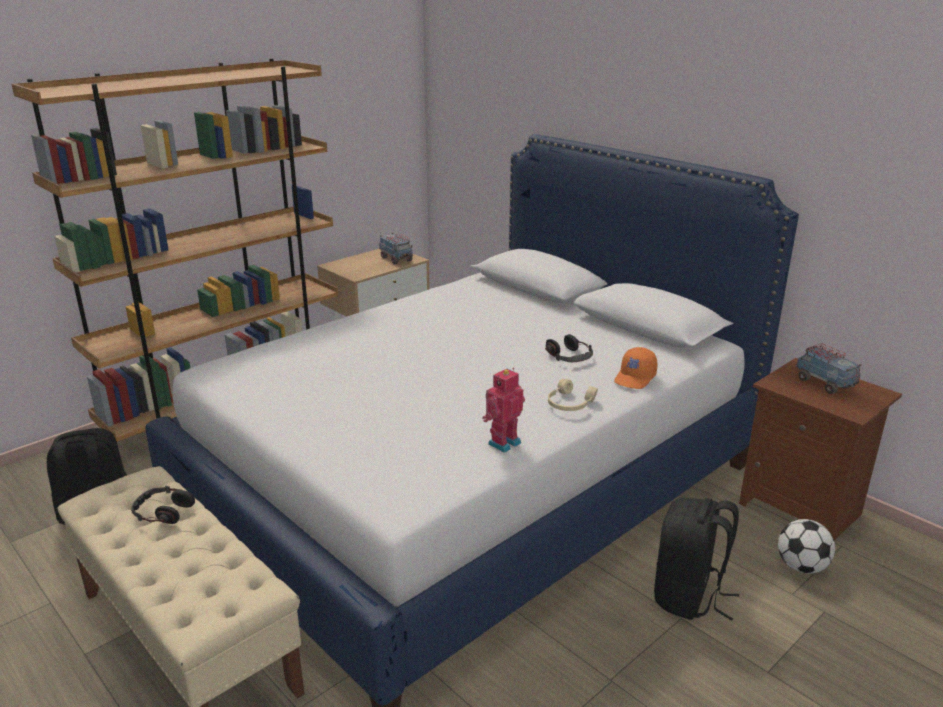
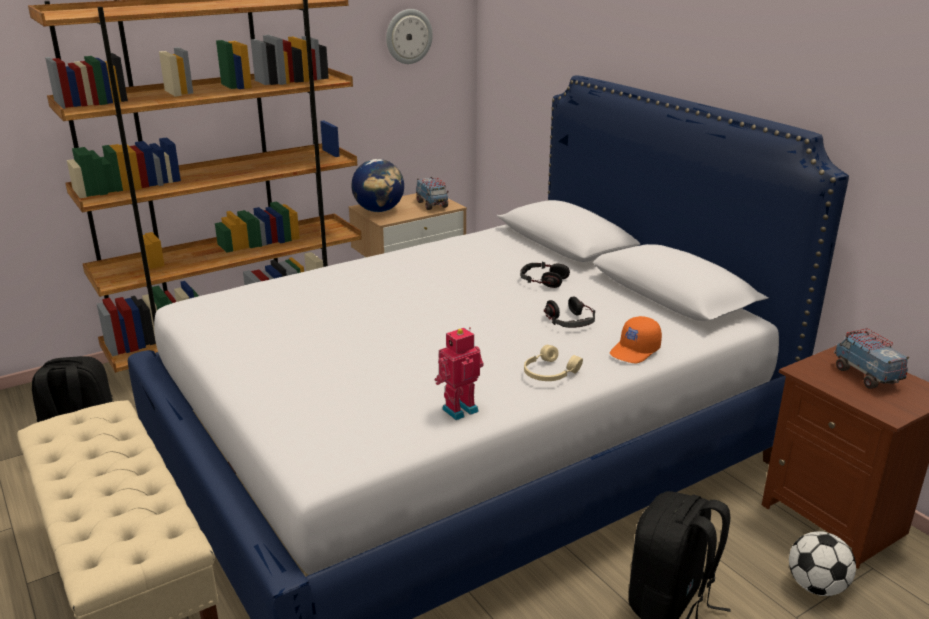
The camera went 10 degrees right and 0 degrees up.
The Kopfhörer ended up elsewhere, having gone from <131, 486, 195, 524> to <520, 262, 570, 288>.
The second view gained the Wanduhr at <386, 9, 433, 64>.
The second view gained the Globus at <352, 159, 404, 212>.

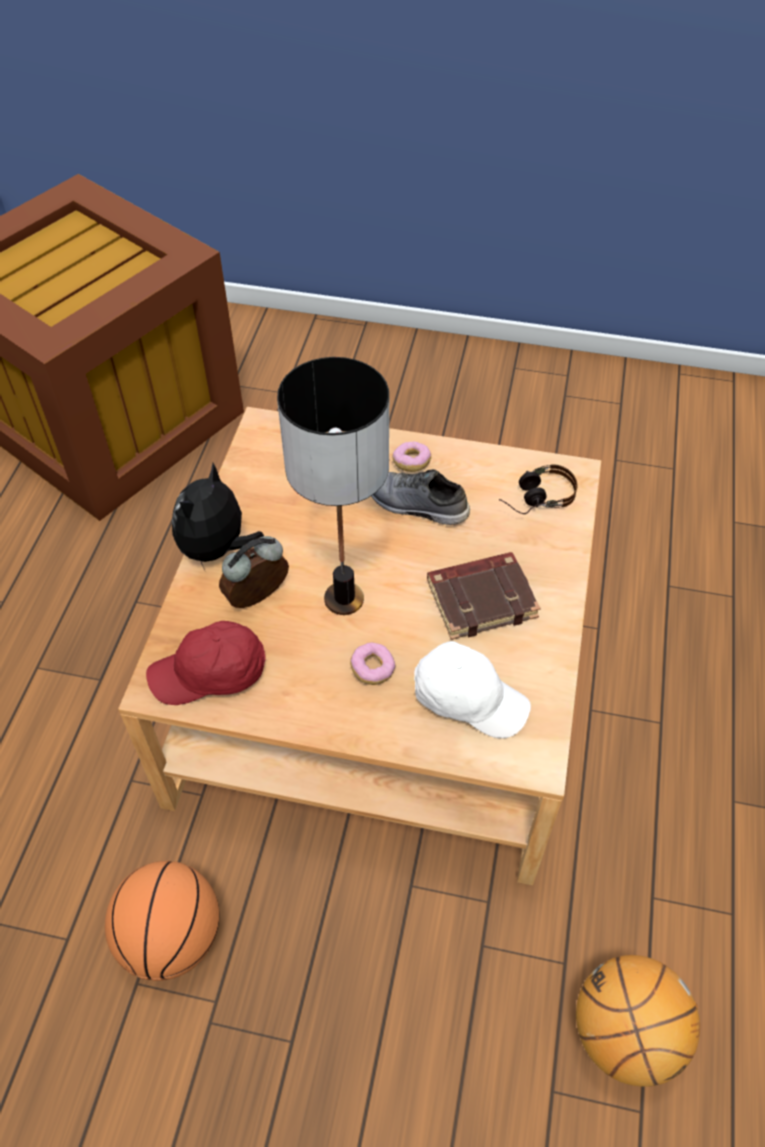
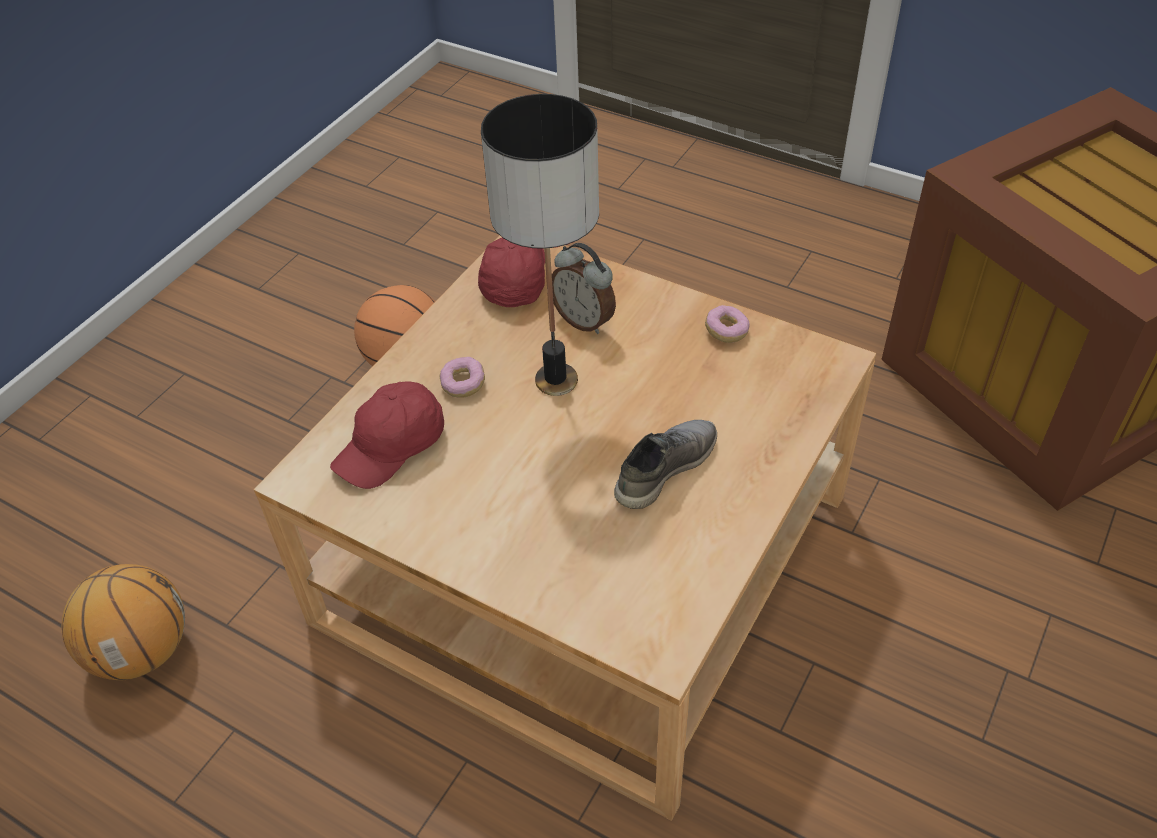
The camera went 110 degrees right and 5 degrees down.
The Donut ended up elsewhere, having gone from <393, 442, 431, 472> to <705, 305, 750, 343>.
The second view lost the Plüschtier at <172, 463, 264, 572>.
The second view lost the Kopfhörer at <499, 464, 578, 514>.
The Wecker at <219, 536, 289, 608> ended up facing another way, 150 degrees clockwise from before.
The second view lost the Buch/braun at <427, 552, 541, 640>.
What was the Kappe/weiß at <414, 641, 531, 738> turned into the Kappe/rot at <330, 381, 444, 489>.

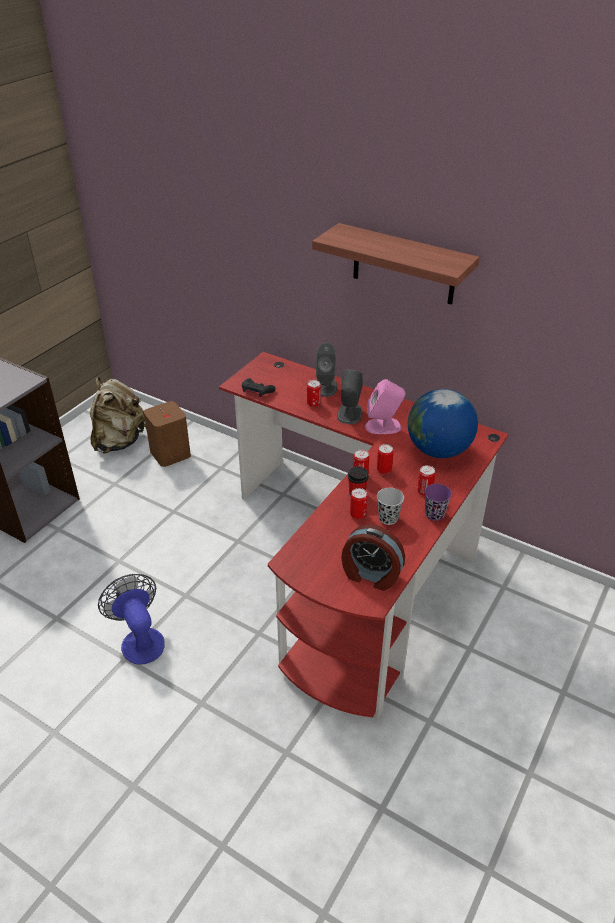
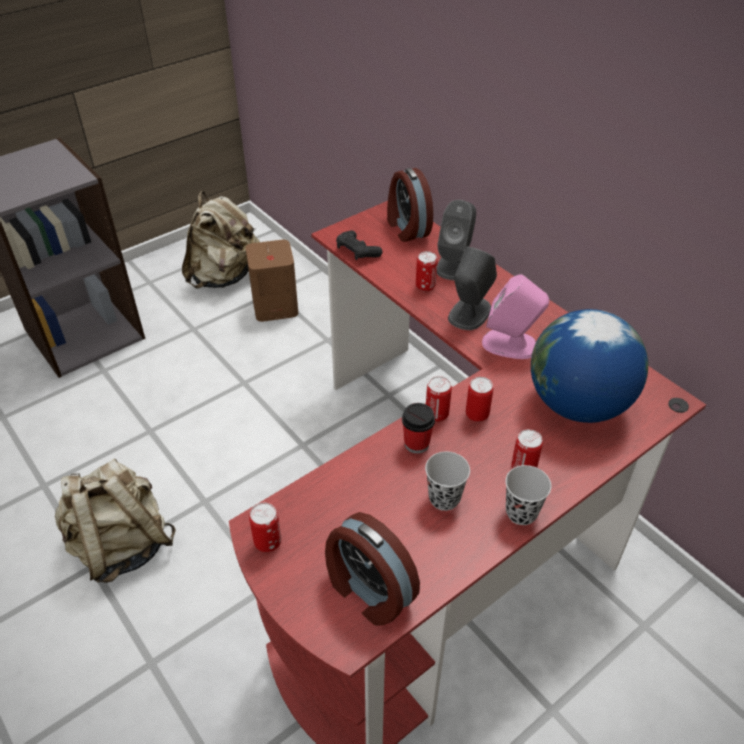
The camera went 20 degrees right and 5 degrees up.
The second view lost the Wandregal at <312, 223, 480, 305>.
What was the Tasse/lila at <424, 484, 452, 521> turned into the Tasse/schwarz at <505, 465, 551, 525>.
The Dose ended up elsewhere, having gone from <350, 488, 368, 520> to <249, 503, 281, 552>.
Where the Ventilator stood at <98, 574, 165, 665>, the Rucksack/beige came to stand at <55, 459, 176, 583>.
The second view gained the Wecker at <387, 168, 433, 242>.

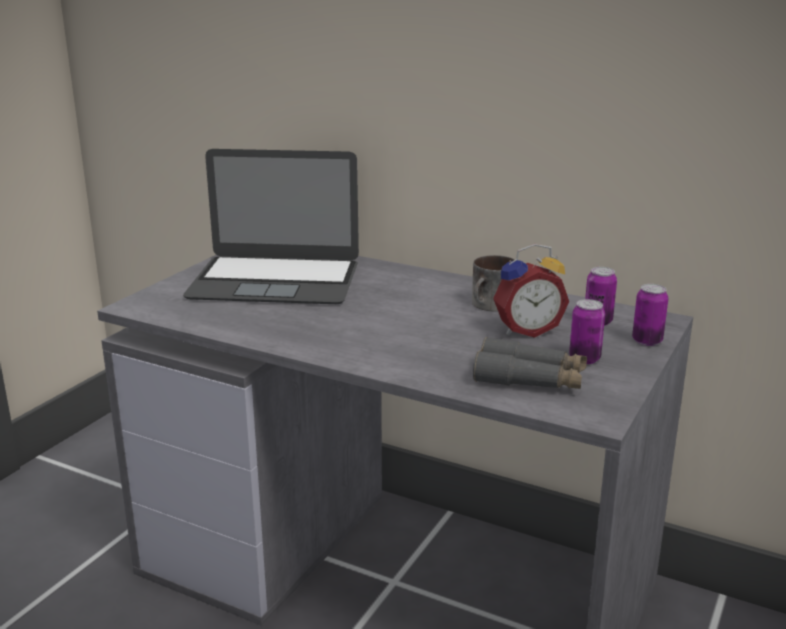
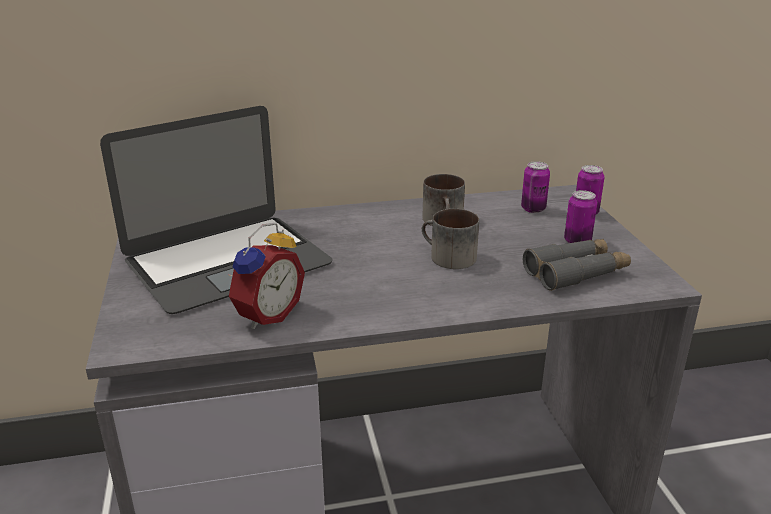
The camera went 40 degrees left and 5 degrees up.
The Wecker ended up elsewhere, having gone from <493, 244, 569, 338> to <228, 222, 305, 329>.
The second view gained the Henkelbecher at <422, 209, 479, 269>.

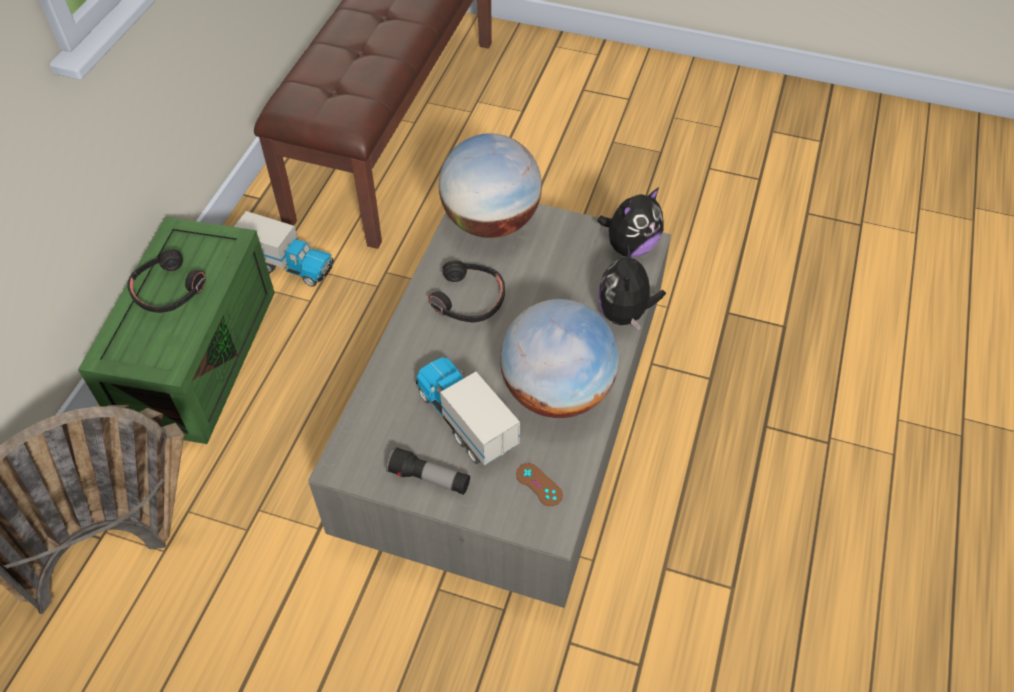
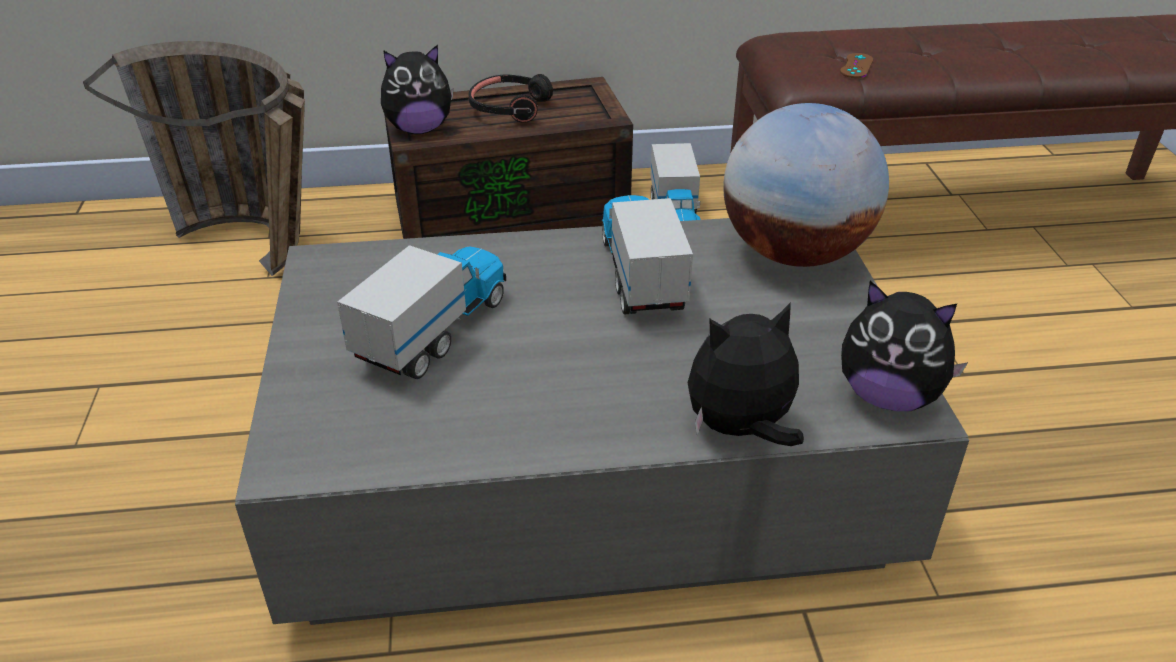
The camera went 65 degrees right and 15 degrees down.
What was the Aufbewahrungsbox/grün at <78, 217, 275, 444> turned into the Aufbewahrungsbox/braun at <384, 77, 633, 239>.
Where the Kopfhörer/schwarz stood at <429, 260, 505, 323>, the Spielzeuglaster came to stand at <602, 195, 693, 315>.
The second view lost the Globus at <500, 299, 619, 418>.
The second view lost the Taschenlampe at <386, 447, 470, 495>.
The Gamepad/braun ended up elsewhere, having gone from <516, 463, 563, 506> to <840, 53, 873, 78>.
The second view gained the Plüschtier at <381, 45, 454, 134>.

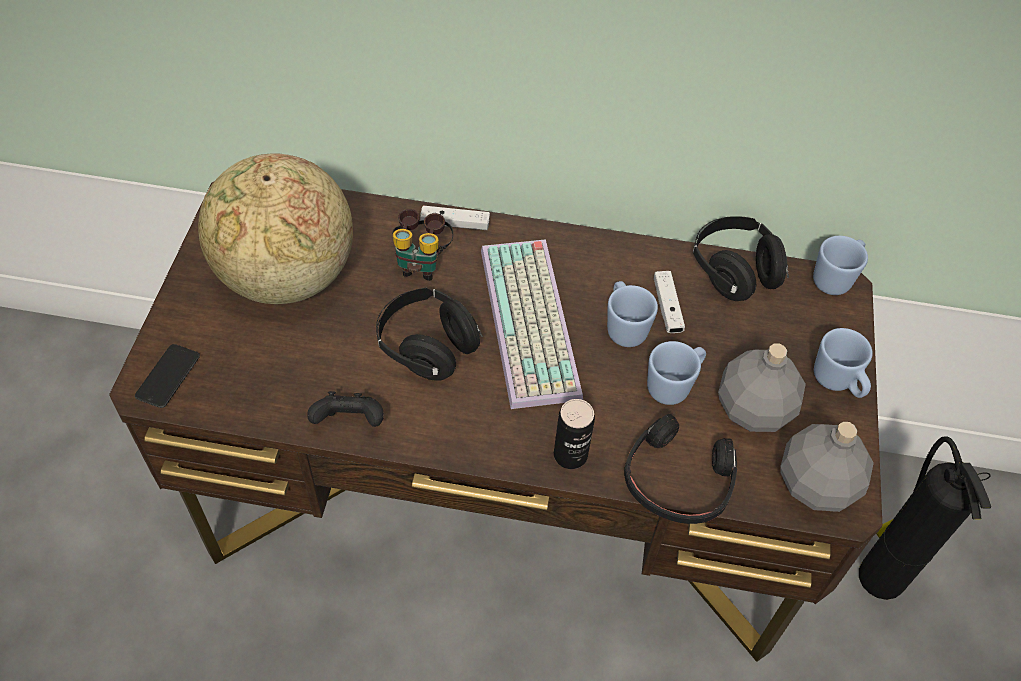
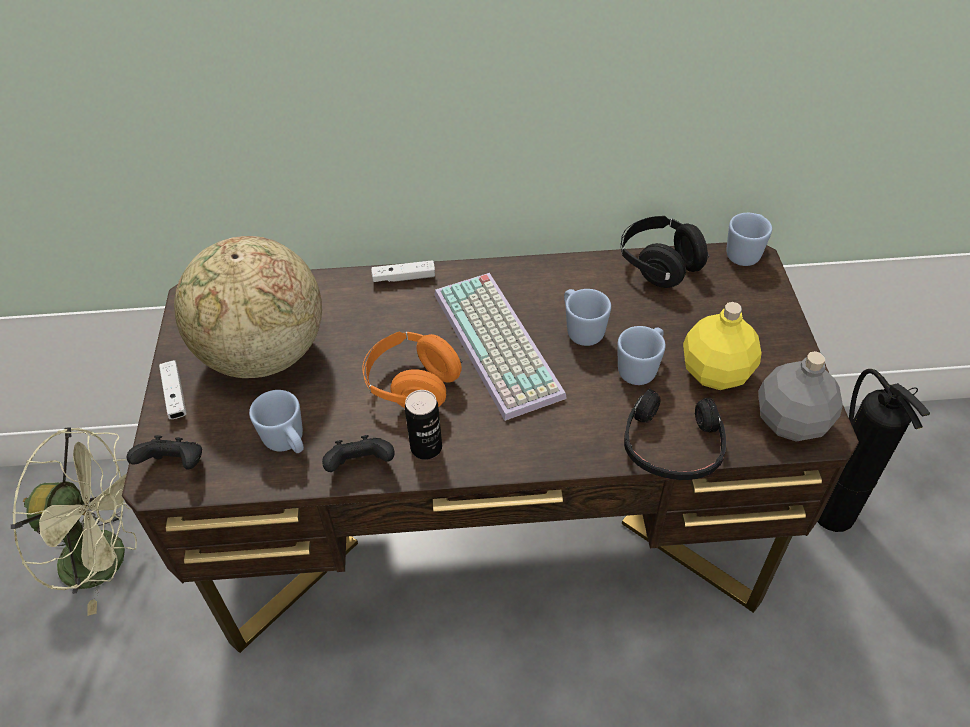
The camera went 10 degrees left and 5 degrees down.
The second view lost the Fernglas at <393, 209, 453, 281>.
The Gamepad/weiß ended up elsewhere, having gone from <654, 271, 685, 333> to <159, 360, 187, 419>.
What was the Kopfhörer/schwarz at <376, 288, 483, 381> turned into the Kopfhörer/orange at <362, 332, 463, 408>.
The Henkelbecher/blau ended up elsewhere, having gone from <814, 328, 873, 398> to <249, 390, 304, 453>.
Where the Handy stood at <135, 344, 200, 408>, the Gamepad/schwarz came to stand at <127, 435, 202, 469>.
What was the Flasche/grau at <718, 344, 806, 432> turned into the Flasche/gelb at <683, 302, 761, 390>.
The Dose ended up elsewhere, having gone from <554, 399, 595, 469> to <405, 390, 442, 460>.
The second view gained the Ventilator/grün at <11, 427, 137, 616>.

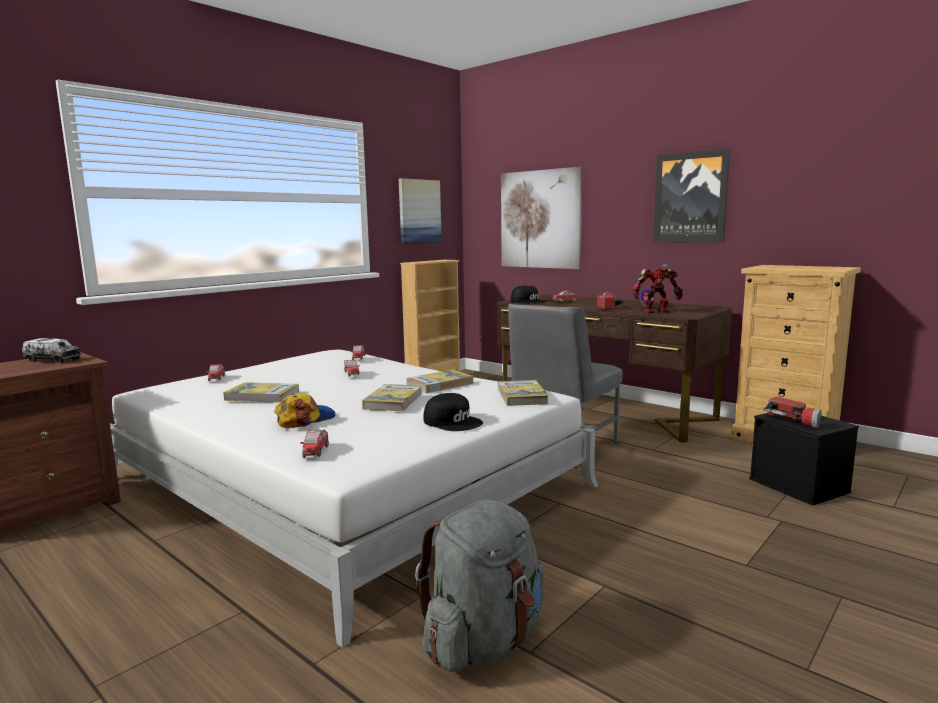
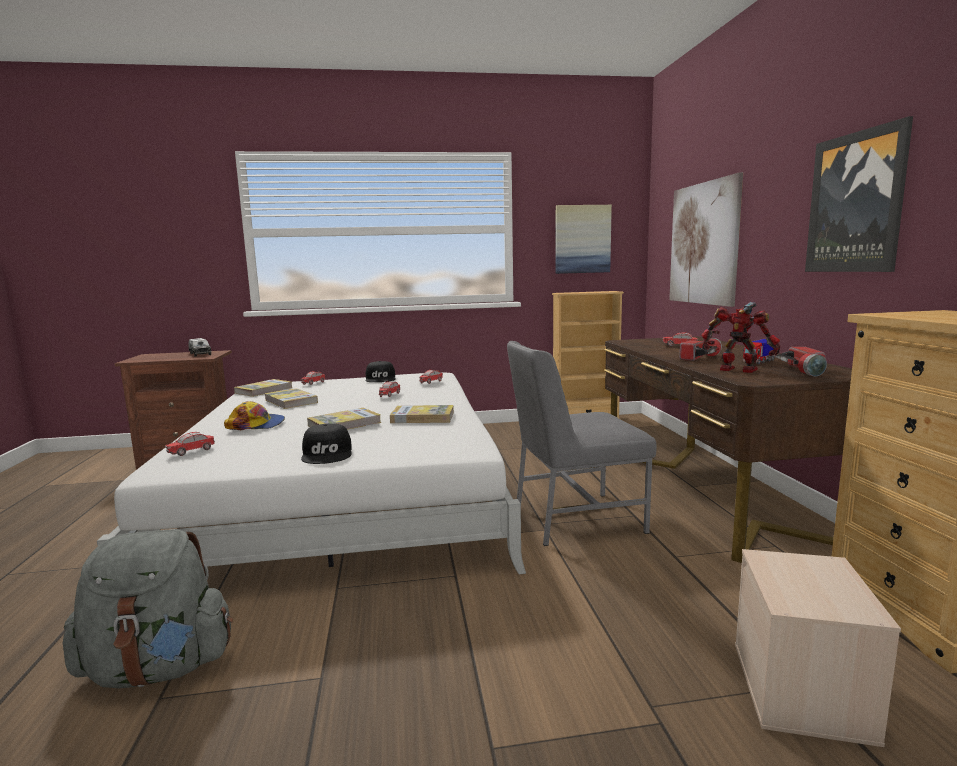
The camera went 40 degrees right and 0 degrees up.
The Kappe/schwarz ended up elsewhere, having gone from <511, 285, 546, 304> to <366, 361, 396, 382>.
The Buch ended up elsewhere, having gone from <498, 380, 549, 406> to <234, 379, 293, 397>.
The Taschenlampe ended up elsewhere, having gone from <763, 397, 822, 428> to <775, 347, 827, 376>.
What was the Aufbewahrungsbox/schwarz at <749, 413, 859, 506> turned into the Aufbewahrungsbox/beige at <735, 549, 901, 747>.

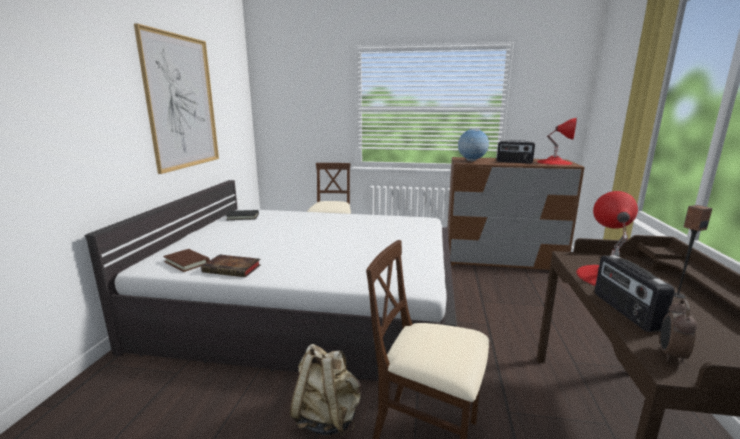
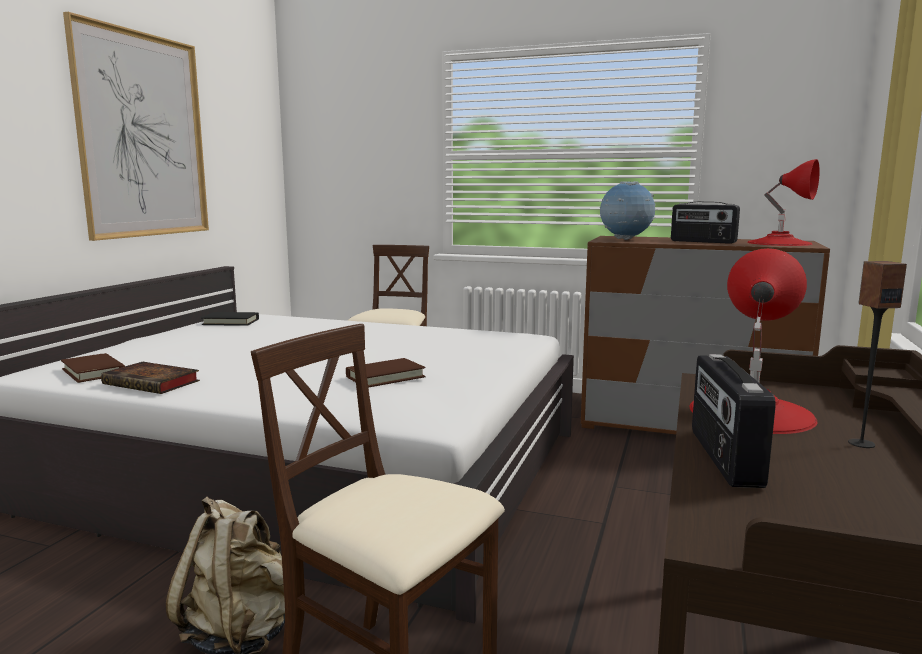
The camera went 10 degrees right and 5 degrees down.
The second view lost the Wecker at <661, 299, 697, 363>.
The second view gained the Buch/braun at <346, 358, 426, 388>.

